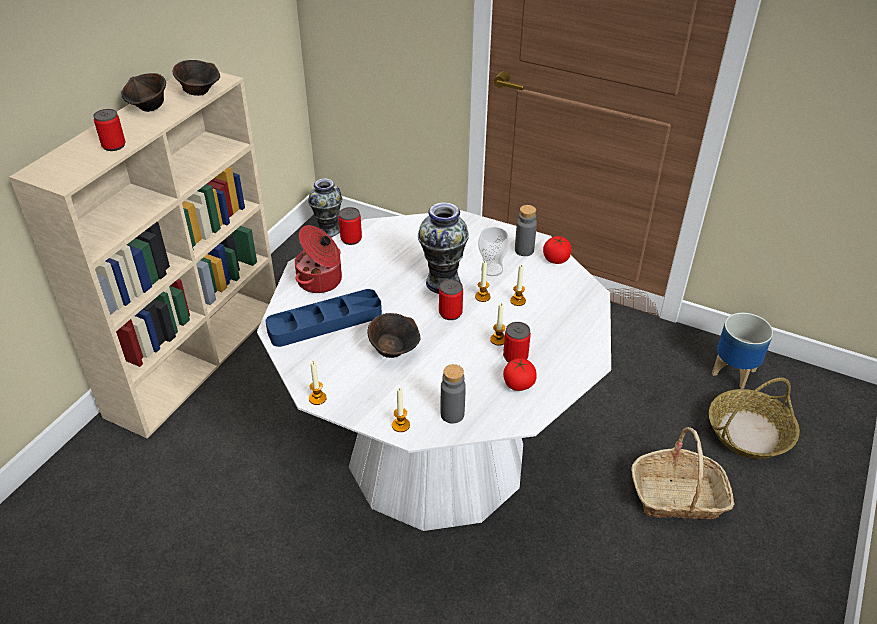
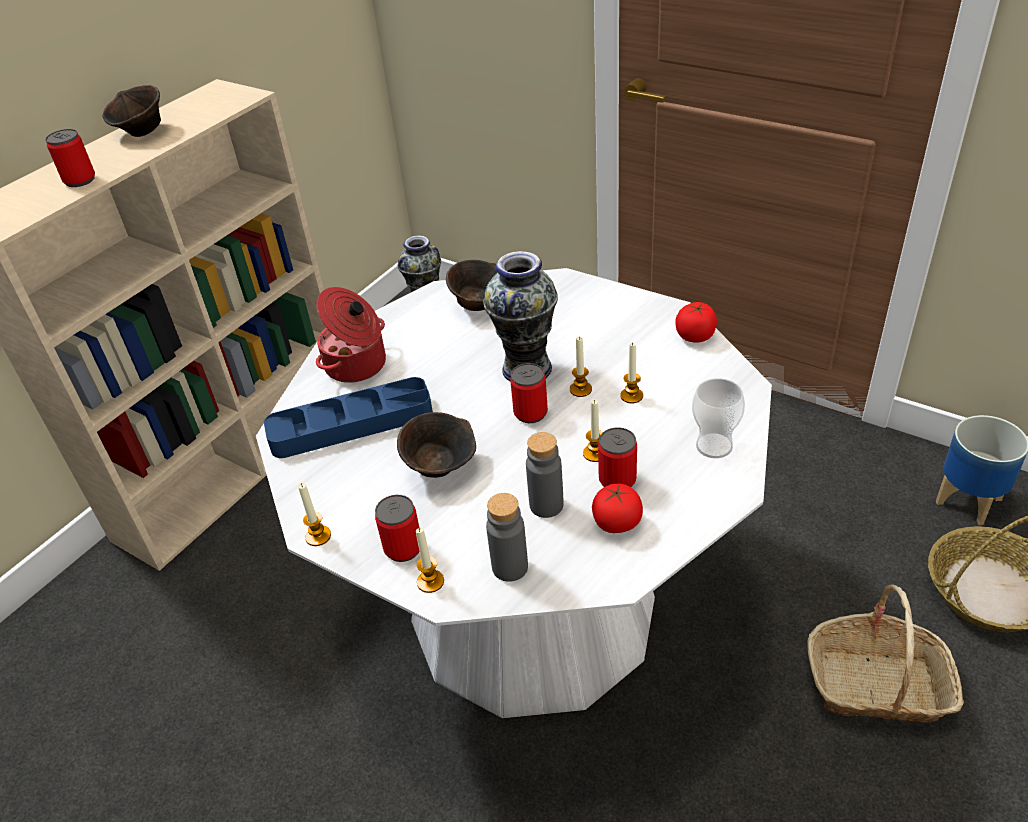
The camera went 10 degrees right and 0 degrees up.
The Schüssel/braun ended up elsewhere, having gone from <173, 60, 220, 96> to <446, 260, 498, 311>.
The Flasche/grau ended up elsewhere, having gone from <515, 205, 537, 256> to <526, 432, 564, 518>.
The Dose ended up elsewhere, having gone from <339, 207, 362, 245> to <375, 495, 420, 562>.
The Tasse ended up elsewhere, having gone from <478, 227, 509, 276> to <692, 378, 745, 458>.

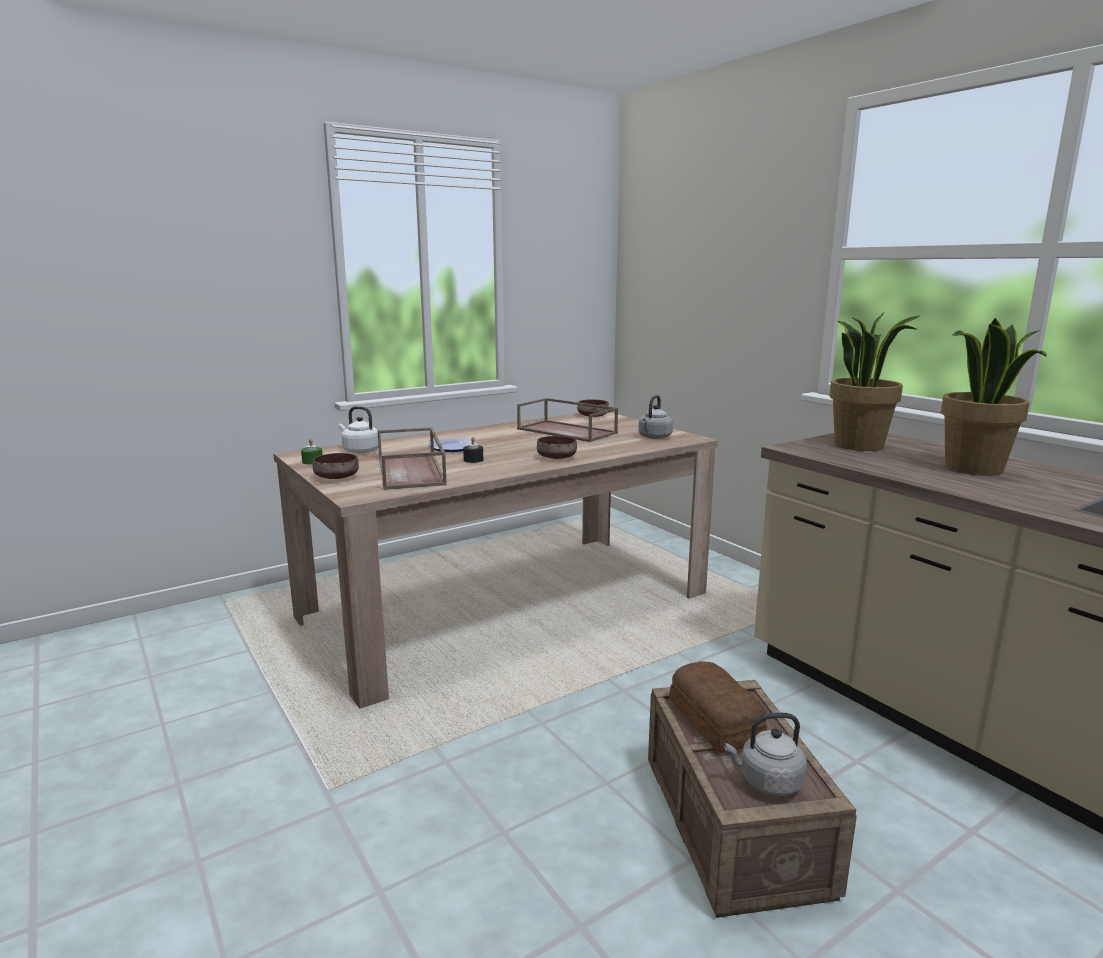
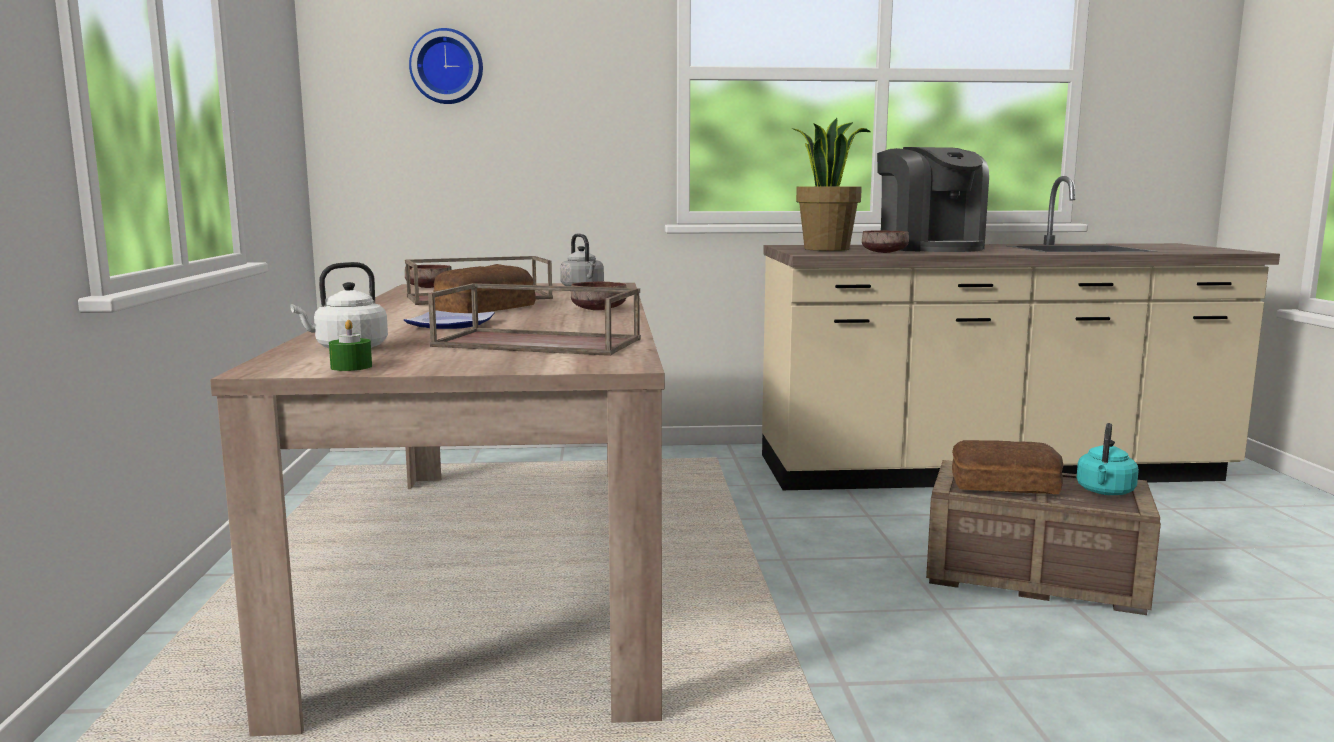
The camera went 60 degrees left and 5 degrees down.
Where the Topfpflanze stood at <941, 318, 1047, 476>, the Kaffeemaschine came to stand at <877, 147, 989, 252>.
The second view lost the Kerze/schwarz at <463, 437, 483, 463>.
The Schüssel/braun ended up elsewhere, having gone from <313, 453, 359, 479> to <862, 230, 909, 253>.
What was the Wasserkessel/grau at <724, 713, 807, 796> turned into the Wasserkessel/türkis at <1077, 423, 1139, 495>.
The second view gained the Wanduhr at <409, 28, 483, 104>.
The second view gained the Brot at <433, 264, 535, 313>.

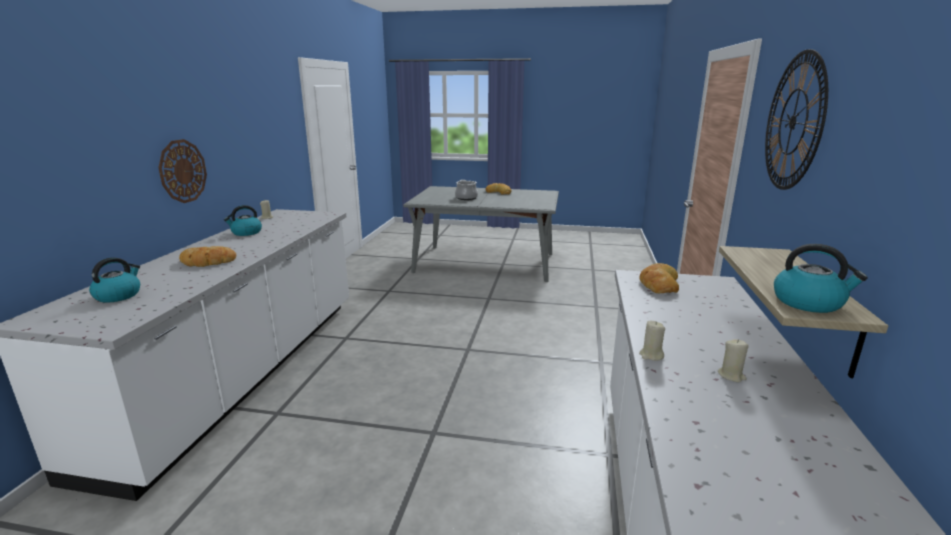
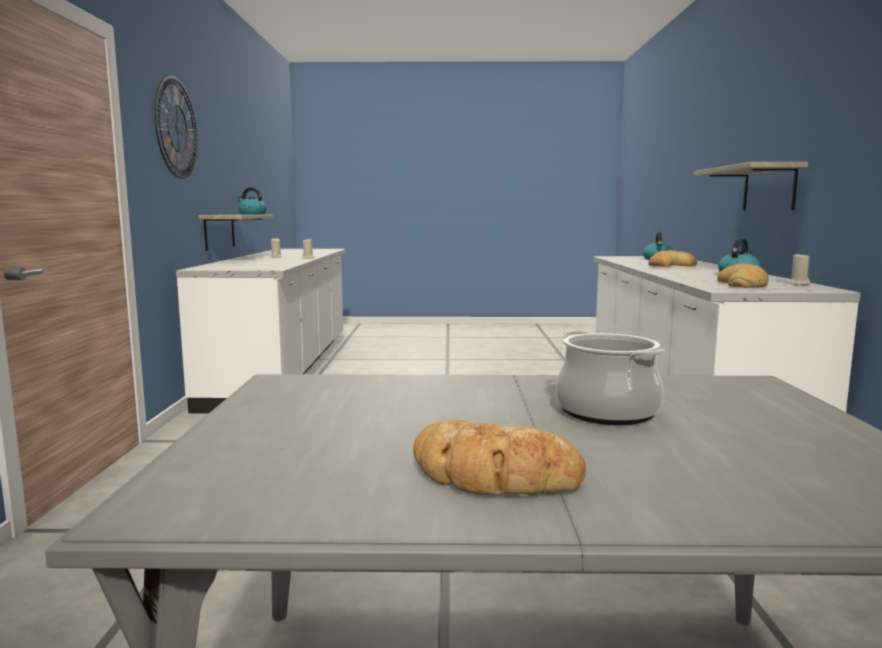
The camera went 170 degrees right and 10 degrees down.
Where the Wanduhr hung at <158, 139, 207, 203>, the Wandregal came to hang at <694, 162, 808, 211>.
The Brot ended up elsewhere, having gone from <640, 263, 679, 293> to <717, 263, 769, 288>.

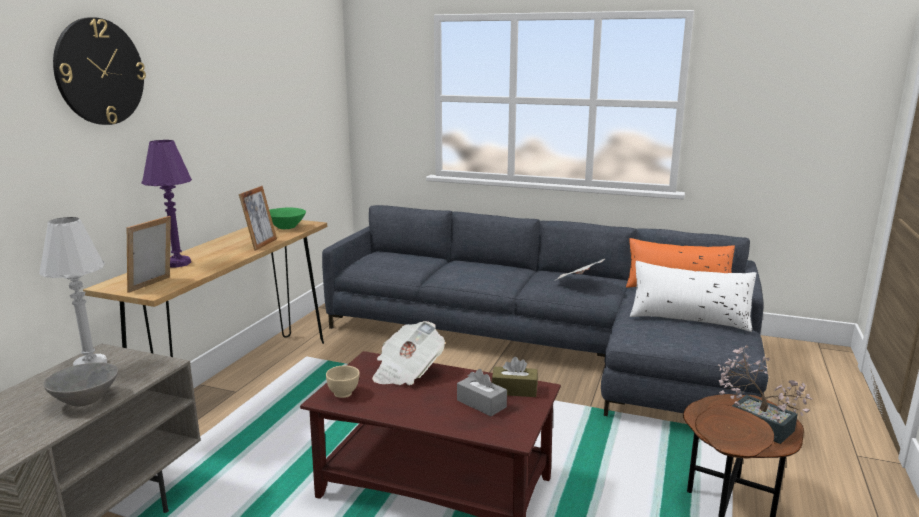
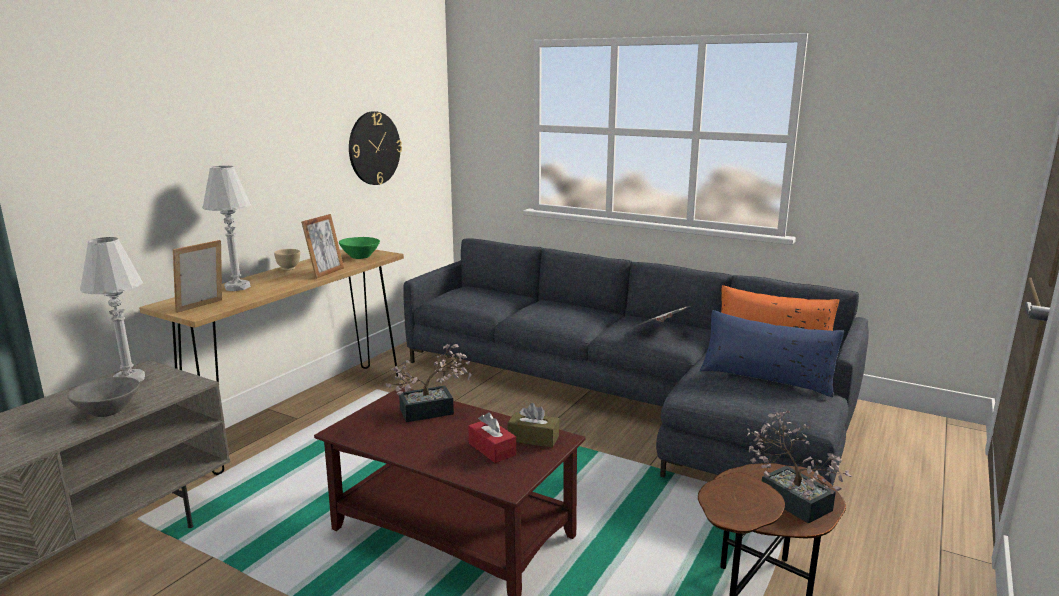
The camera went 10 degrees right and 0 degrees up.
The Wanduhr ended up elsewhere, having gone from <53, 17, 146, 125> to <349, 111, 402, 185>.
What was the Tischlampe/lila at <141, 140, 192, 268> turned into the Tischlampe/weiß at <202, 166, 251, 291>.
What was the Kissen/weiß at <630, 261, 756, 332> turned into the Kissen/blau at <700, 310, 844, 397>.
Where the Zeitung stood at <372, 321, 445, 385>, the Topfpflanze came to stand at <385, 344, 471, 422>.
The Schüssel/beige ended up elsewhere, having gone from <326, 365, 360, 398> to <274, 249, 300, 270>.
What was the Taschentuchbox/grau at <457, 369, 507, 416> turned into the Taschentuchbox/rot at <468, 412, 516, 463>.

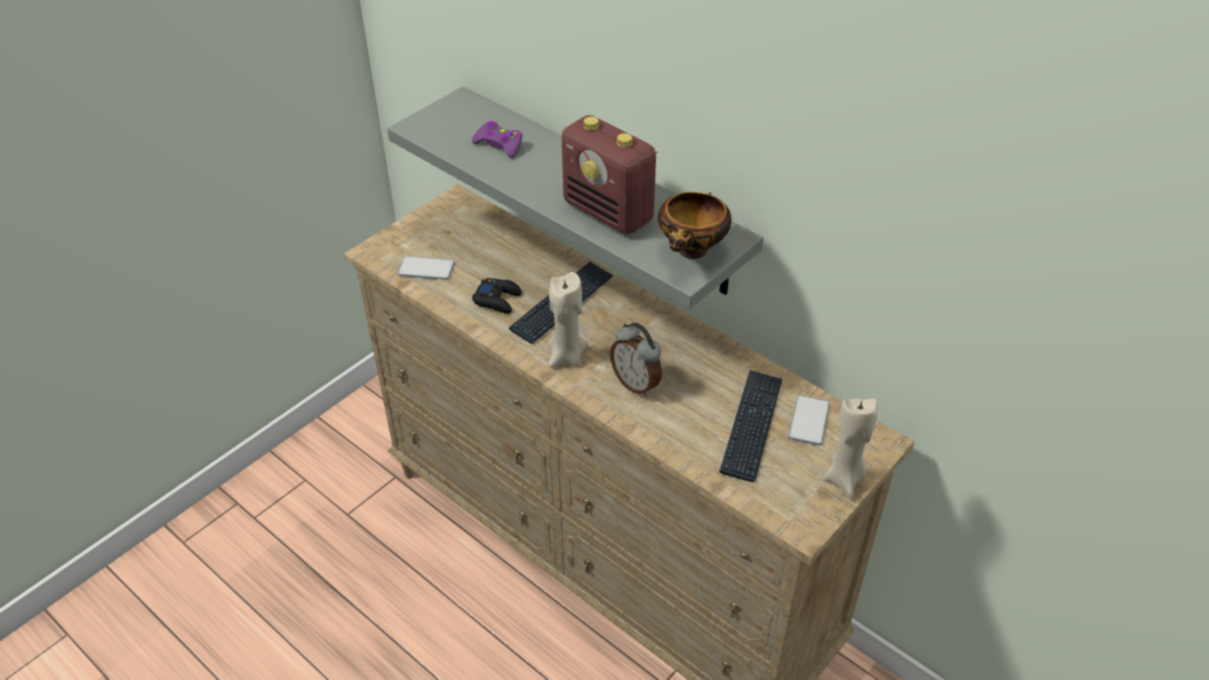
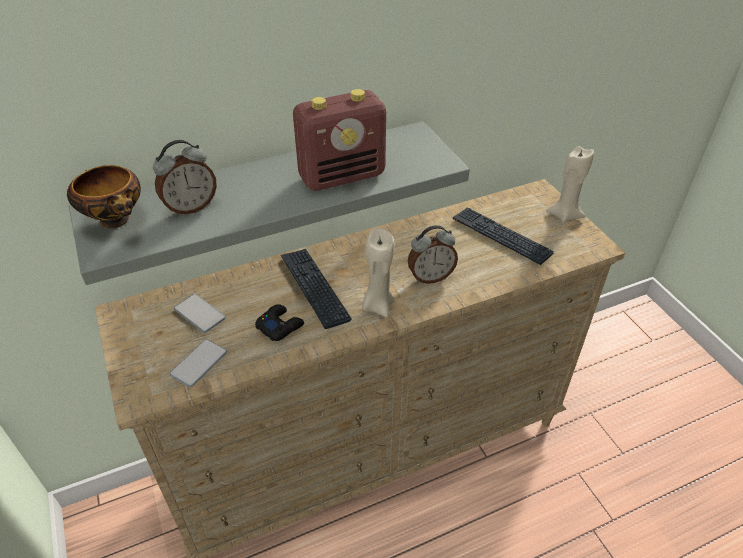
The camera went 65 degrees left and 0 degrees up.
Where the Gamepad/lila stood at <472, 121, 523, 158>, the Wecker came to stand at <153, 140, 217, 216>.
The Schüssel ended up elsewhere, having gone from <658, 192, 732, 259> to <67, 165, 141, 229>.
The Handy ended up elsewhere, having gone from <788, 395, 830, 445> to <174, 294, 226, 333>.

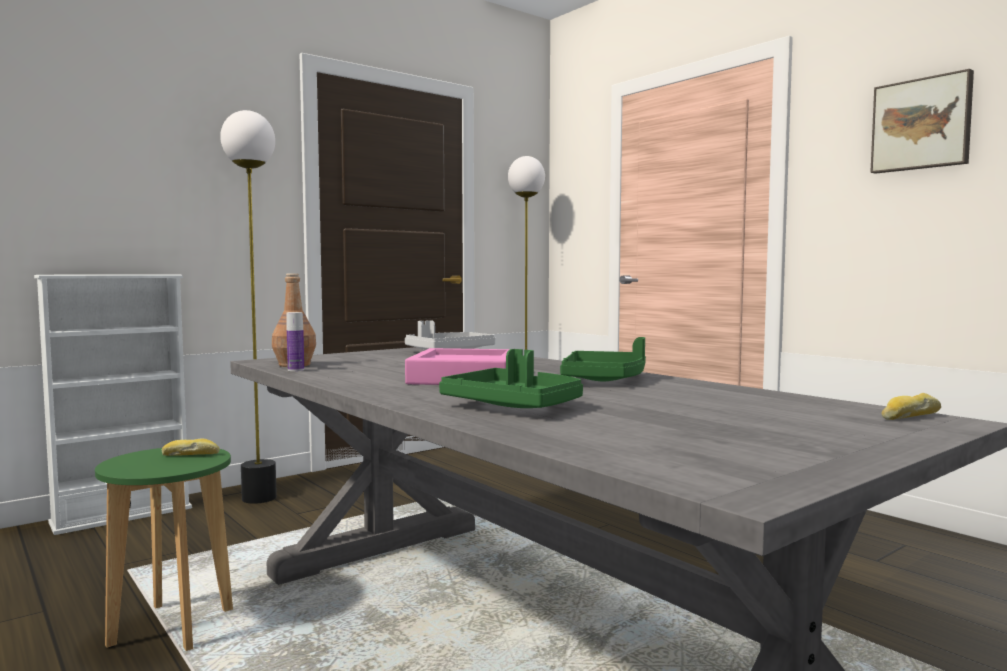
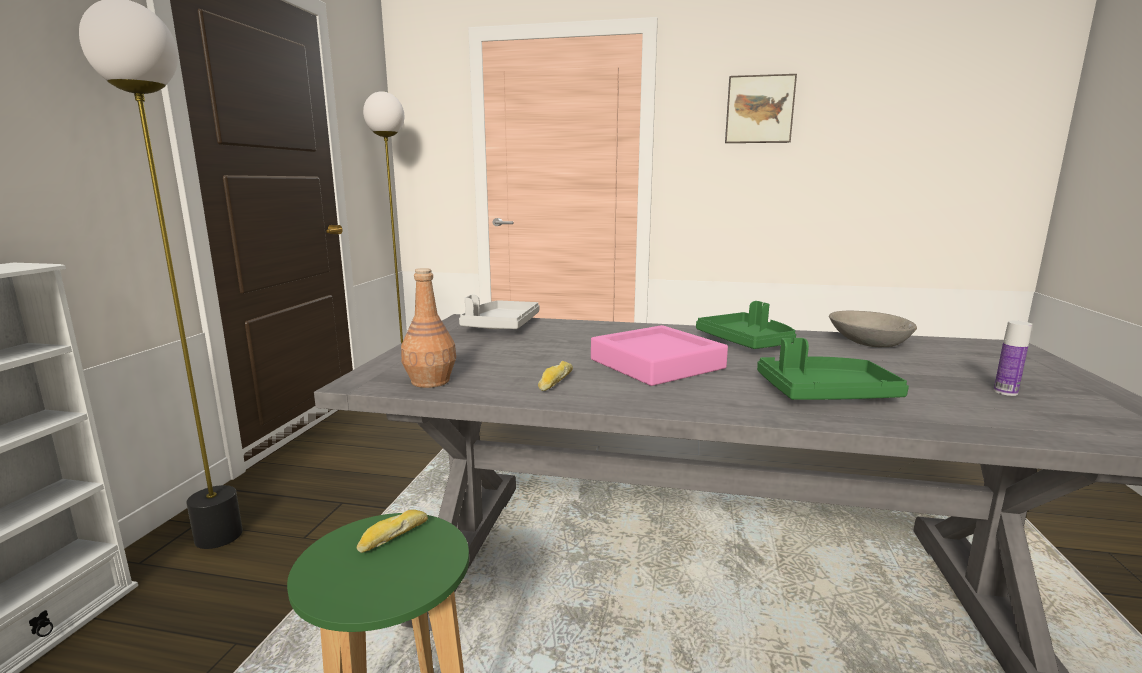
The camera went 40 degrees left and 10 degrees up.
The Flasche ended up elsewhere, having gone from <287, 312, 304, 371> to <994, 321, 1032, 396>.
The Brot ended up elsewhere, having gone from <882, 393, 941, 420> to <538, 361, 573, 391>.
The second view gained the Schüssel/grau at <829, 311, 917, 347>.

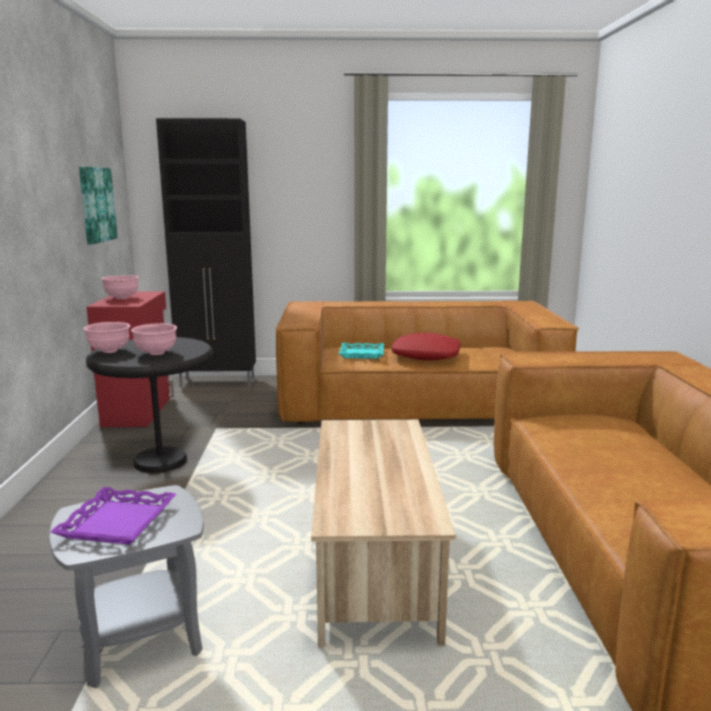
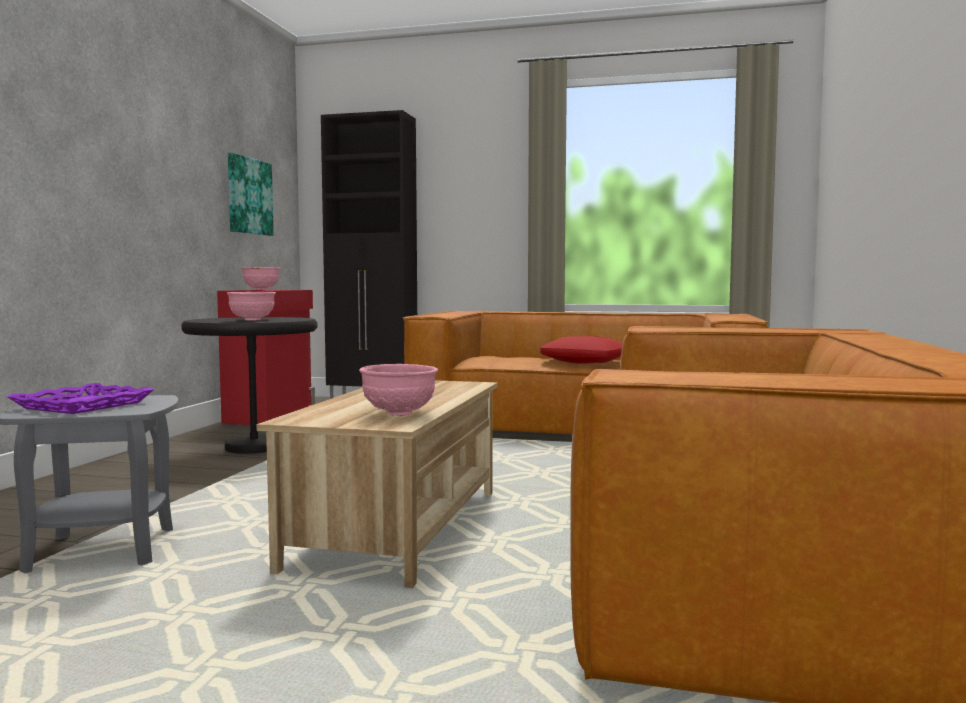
The camera went 15 degrees right and 10 degrees down.
The Schüssel/rosa ended up elsewhere, having gone from <83, 322, 130, 353> to <359, 364, 438, 416>.
The second view lost the Tablett/türkis at <339, 343, 384, 359>.

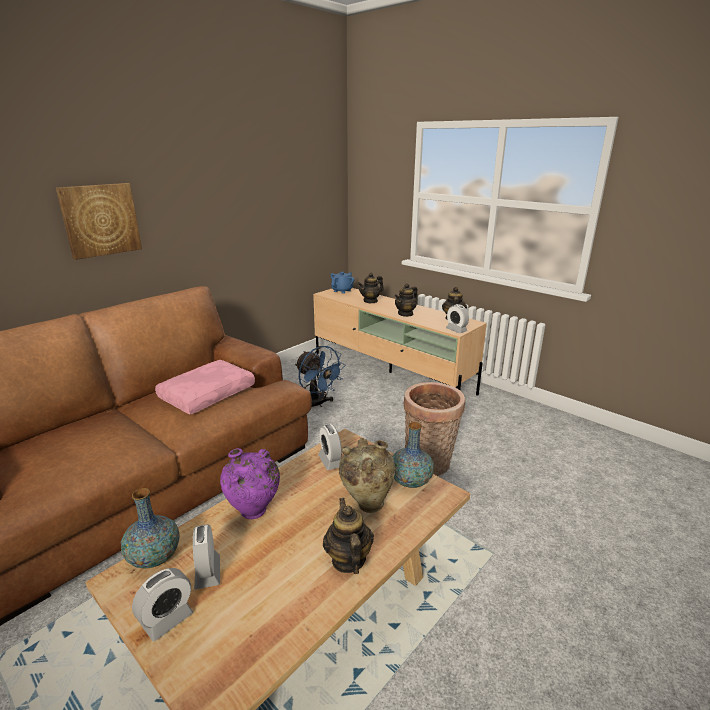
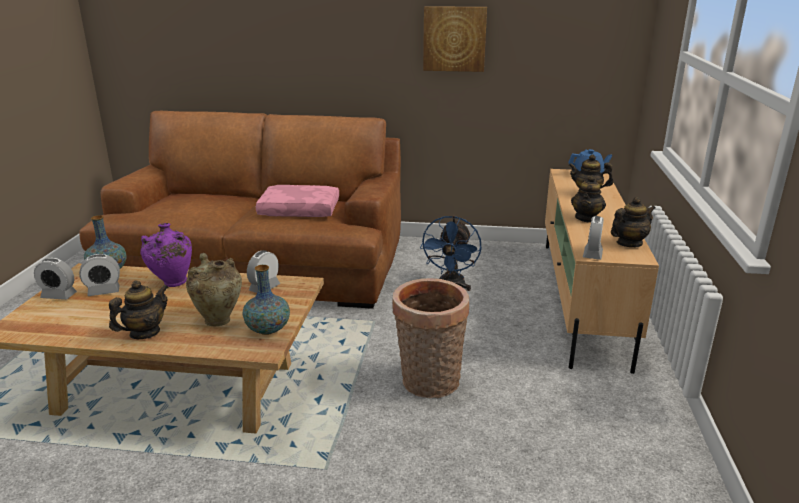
The camera went 55 degrees right and 0 degrees up.
The Bild ended up elsewhere, having gone from <56, 183, 142, 260> to <423, 6, 487, 72>.
The Teekanne at <395, 283, 418, 317> ended up facing another way, 75 degrees counterclockwise from before.
The Wecker at <193, 524, 220, 590> ended up facing another way, 150 degrees counterclockwise from before.

